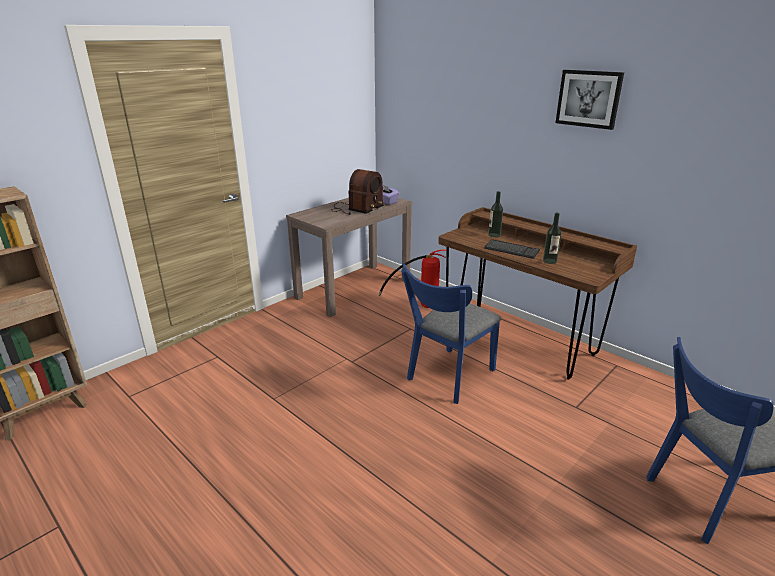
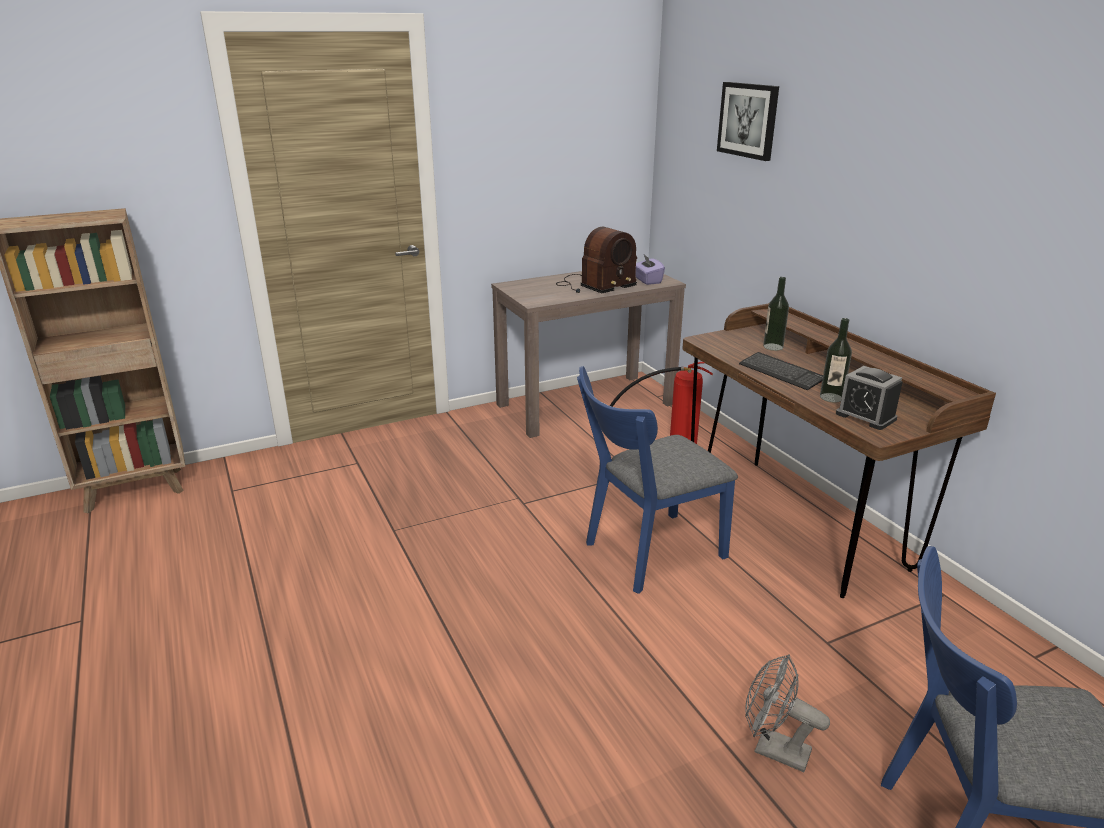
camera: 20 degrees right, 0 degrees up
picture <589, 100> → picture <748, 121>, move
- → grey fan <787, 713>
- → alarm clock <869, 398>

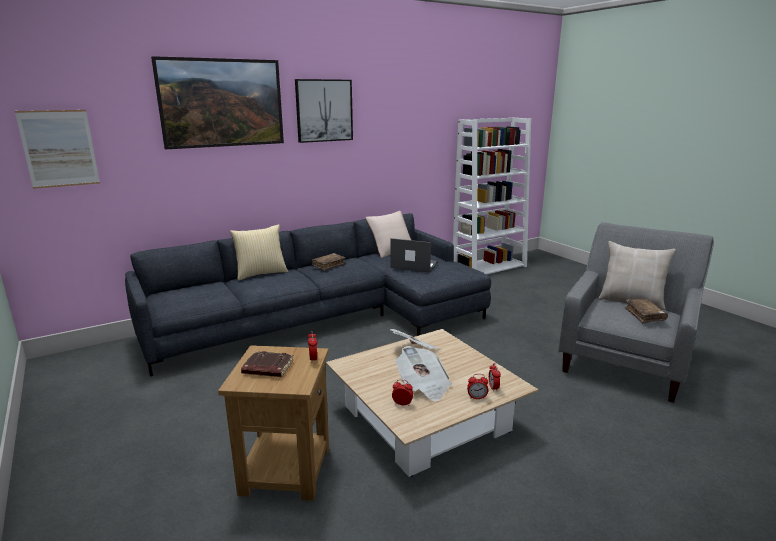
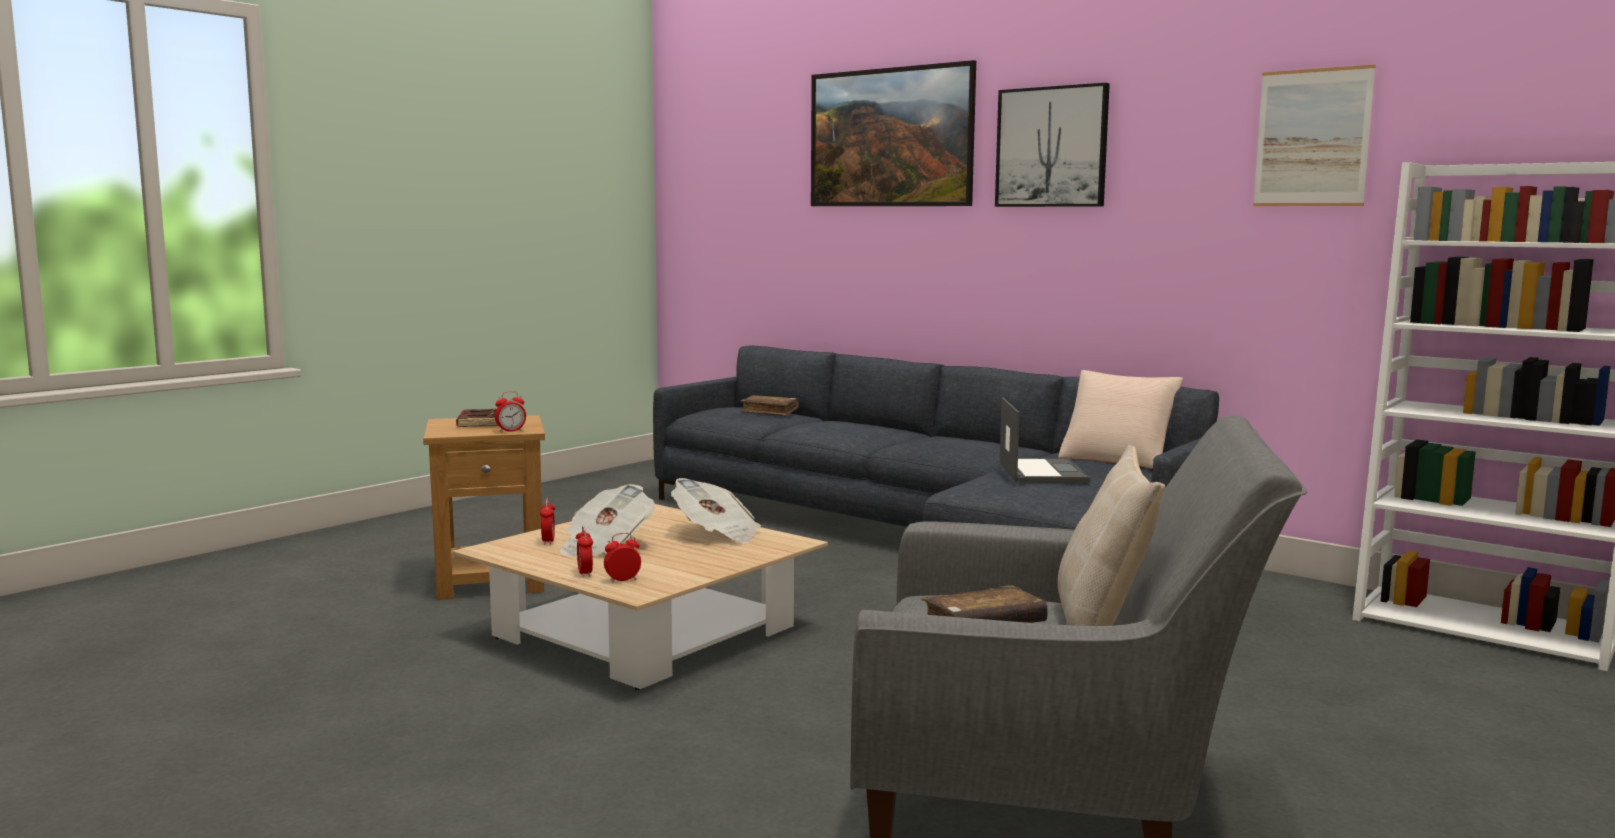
camera: 70 degrees right, 10 degrees down
brown book <328, 262> → brown book <770, 406>, move
picture <57, 149> → picture <1314, 135>, move
pillow <259, 252> → -

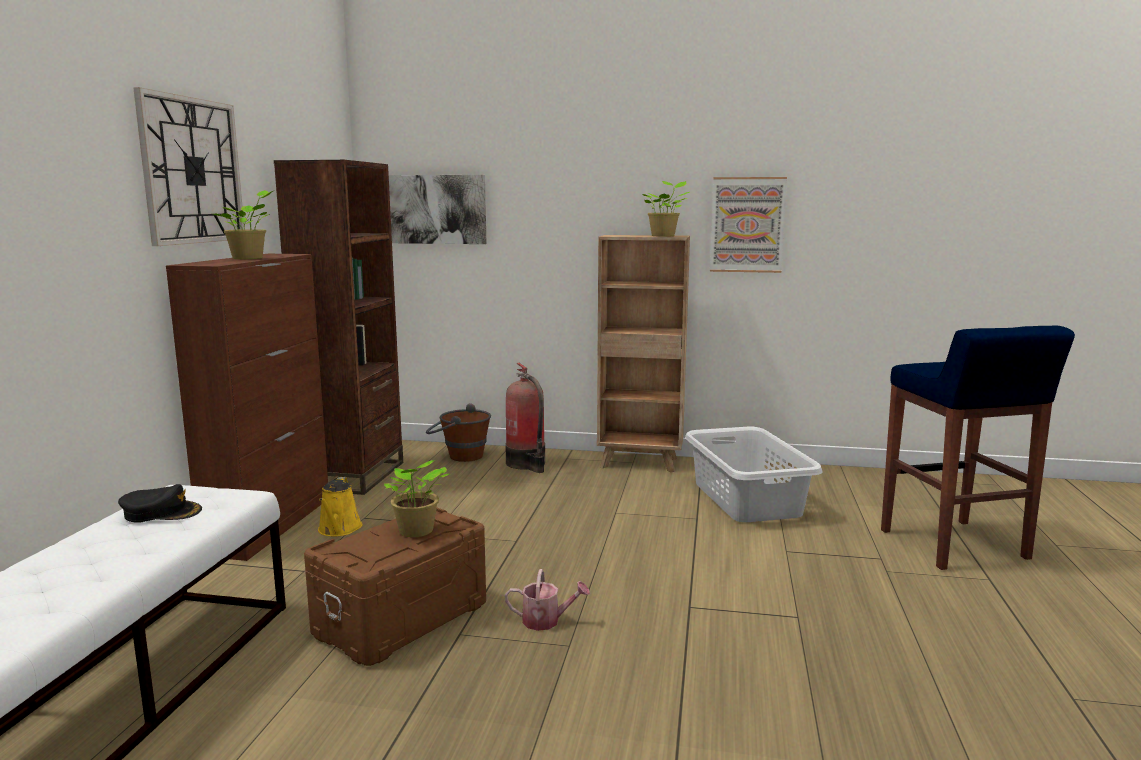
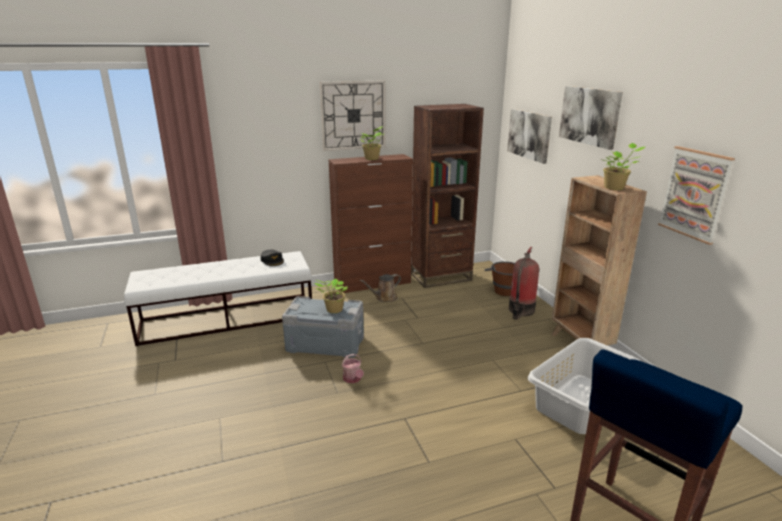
camera: 60 degrees right, 10 degrees up
brown storage box <395, 587> → grey storage box <323, 327>
yellow watering can <340, 506> → brown watering can <380, 288>
- → picture <591, 118>

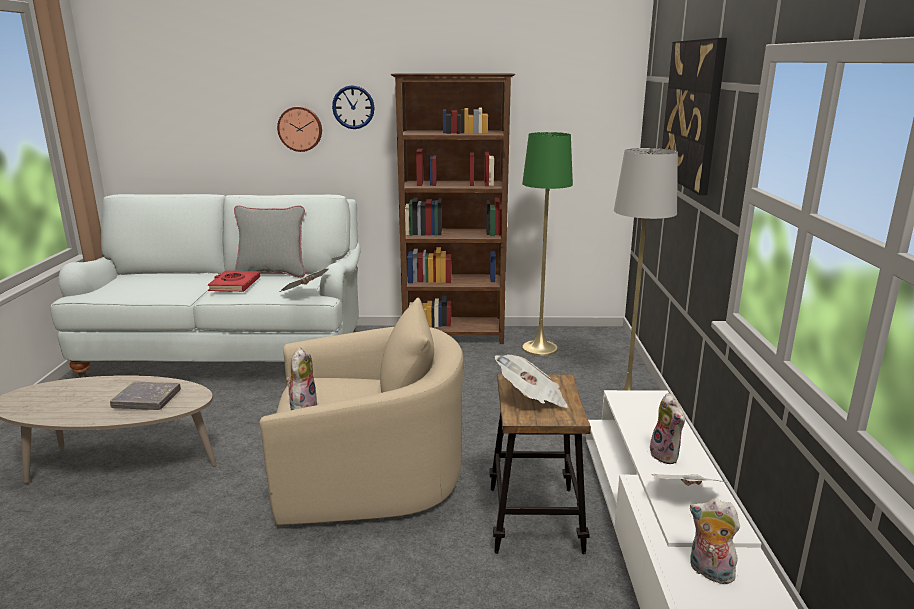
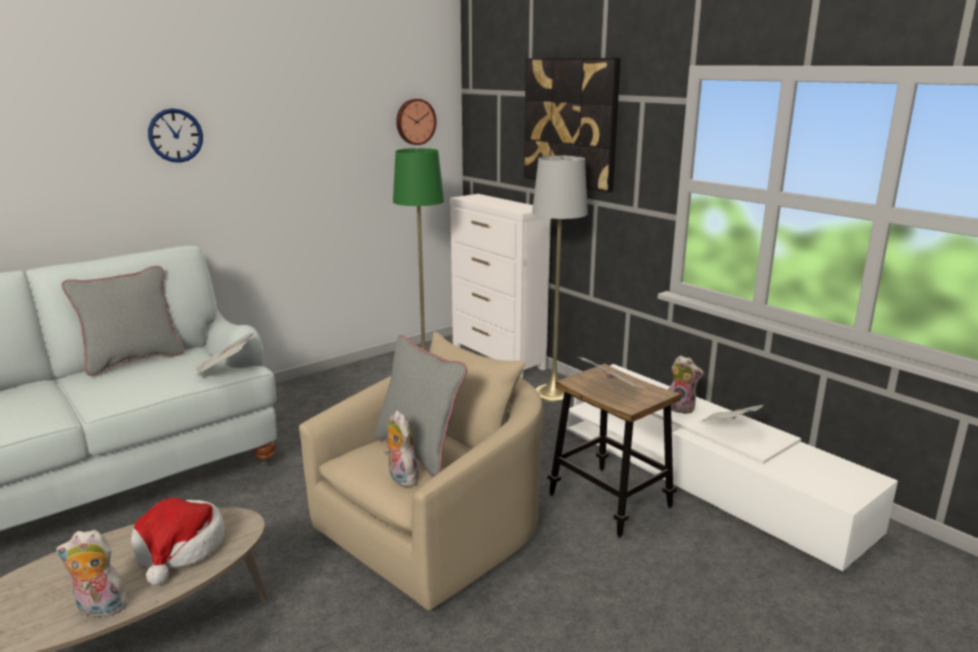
camera: 40 degrees left, 0 degrees up
plush toy <715, 541> → plush toy <95, 573>, move
grey book <145, 395> → hat <178, 542>
- → grey pillow <420, 406>
wall clock <299, 129> → wall clock <416, 122>, move
- → white dresser <500, 286>
red book <234, 281> → -
brown bookcase <453, 208> → -

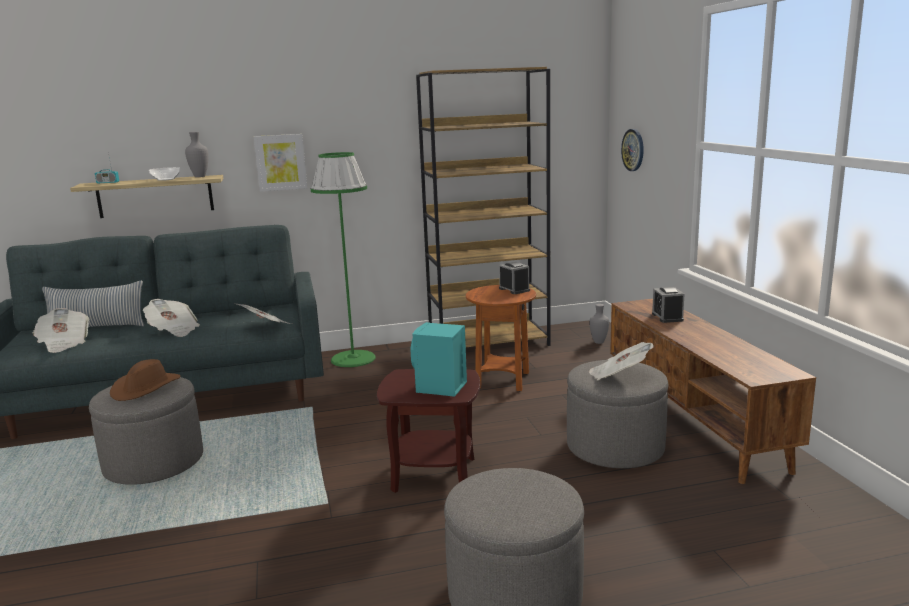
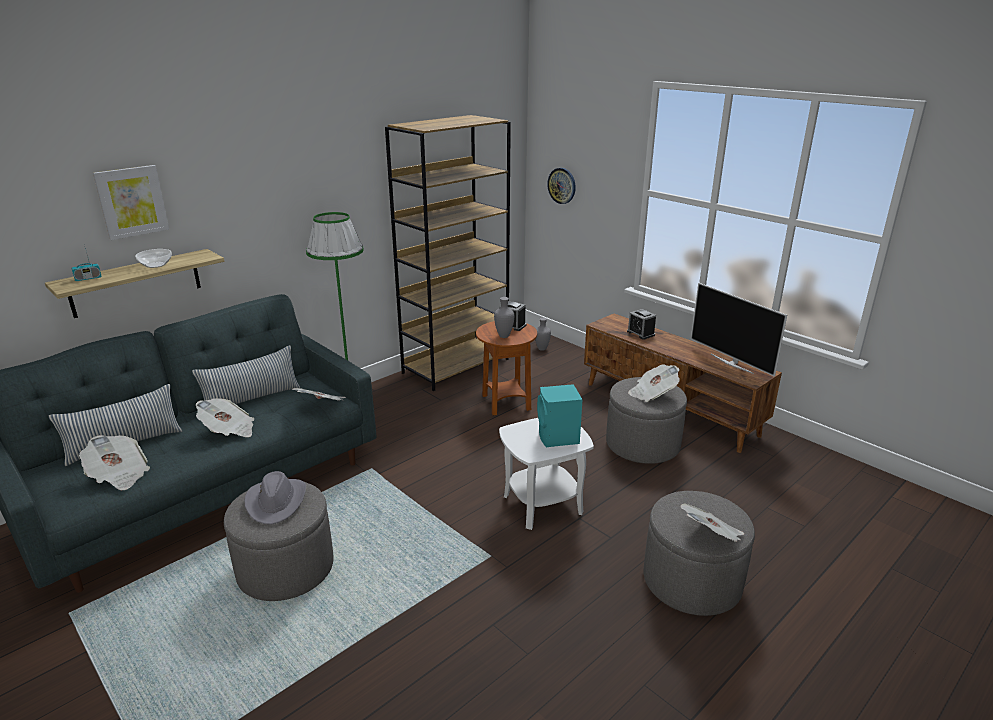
camera: 30 degrees left, 10 degrees up
picture <280, 163> → picture <131, 202>, move
- → pillow <246, 374>
brown hat <145, 380> → grey hat <275, 498>
grey vase <196, 154> → grey vase <504, 317>, move
brown side table <428, 431> → white side table <546, 474>
- → newspaper <712, 522>
- → television <739, 330>

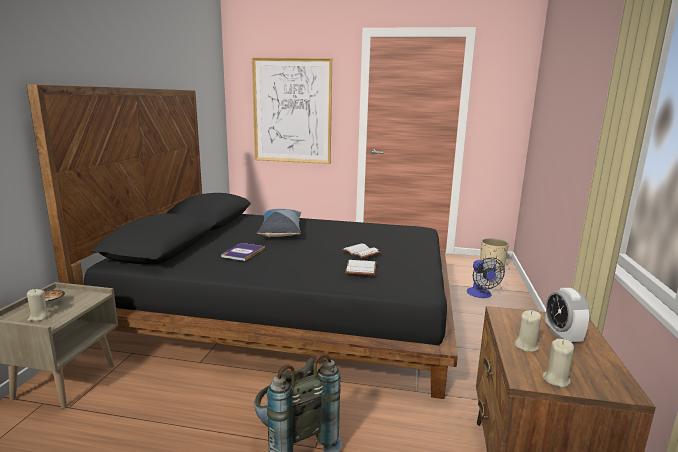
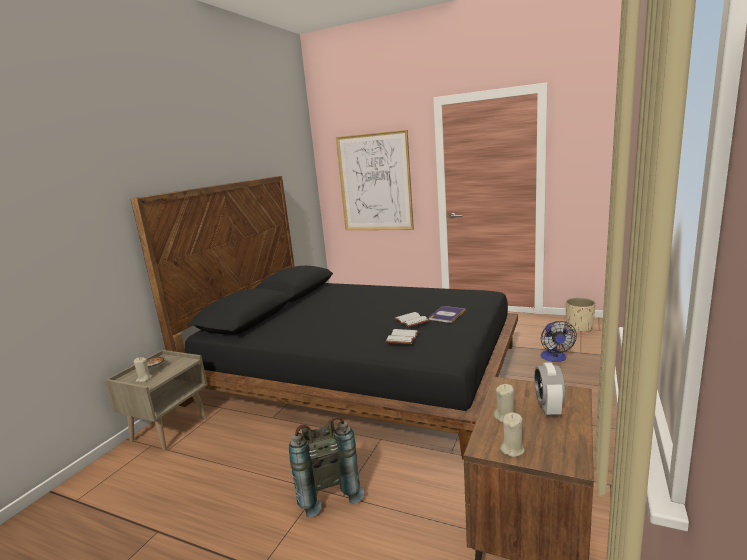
camera: 15 degrees right, 0 degrees up
book <243, 252> → book <447, 314>, move
pillow <279, 222> → -

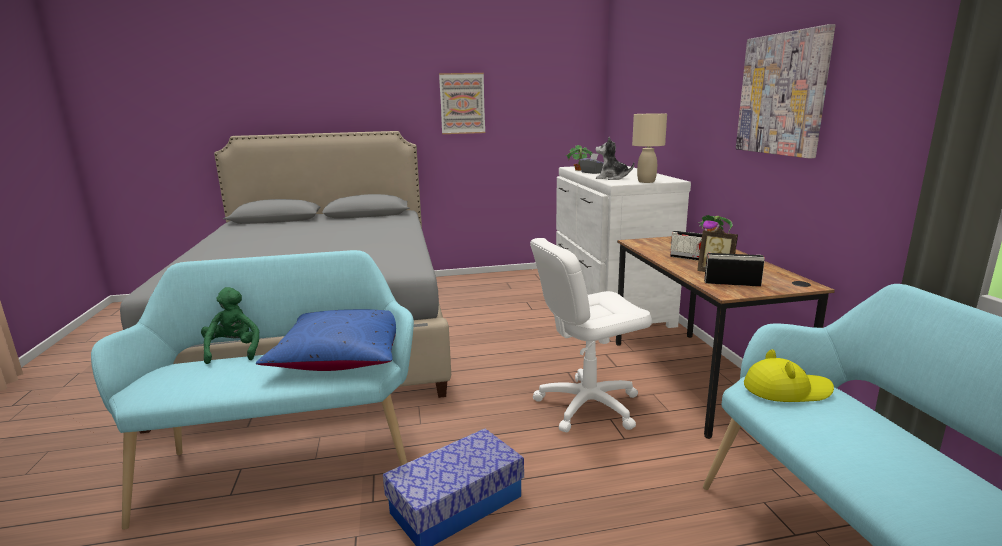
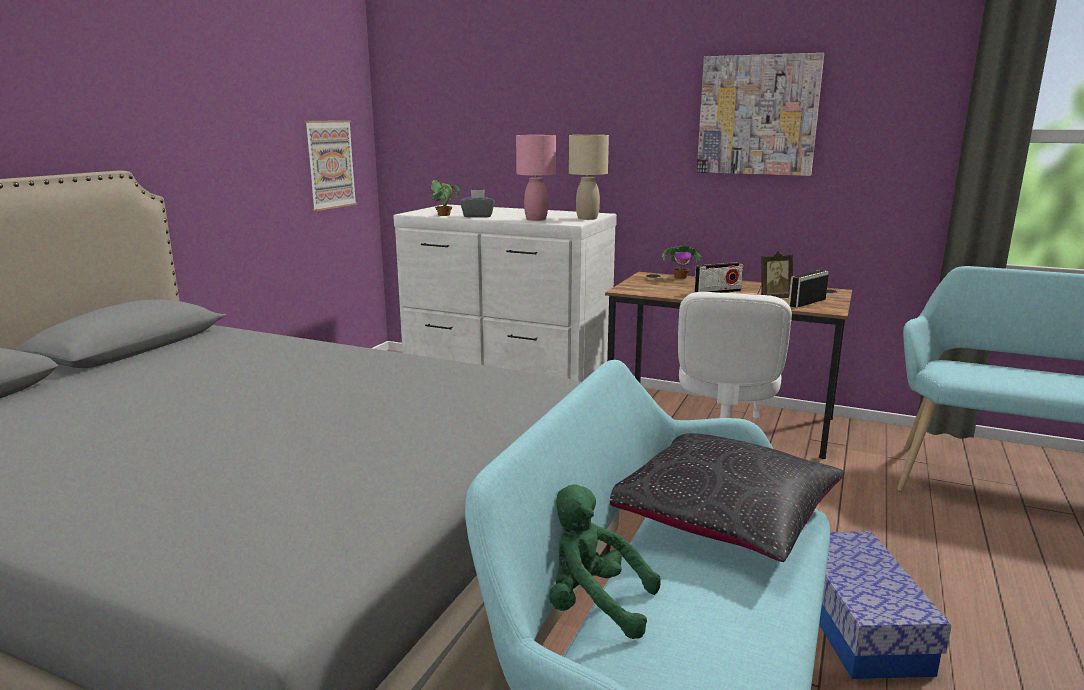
camera: 55 degrees left, 0 degrees up
picture <462, 103> → picture <330, 165>, move
plush toy <614, 158> → pink table lamp <536, 178>
blue pillow <326, 340> → black pillow <727, 497>
yellow hat <789, 375> → -

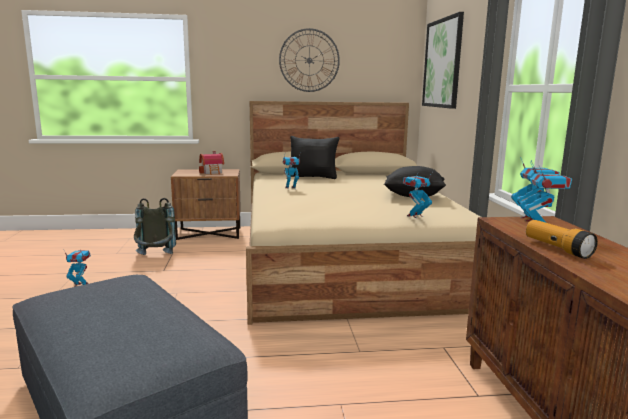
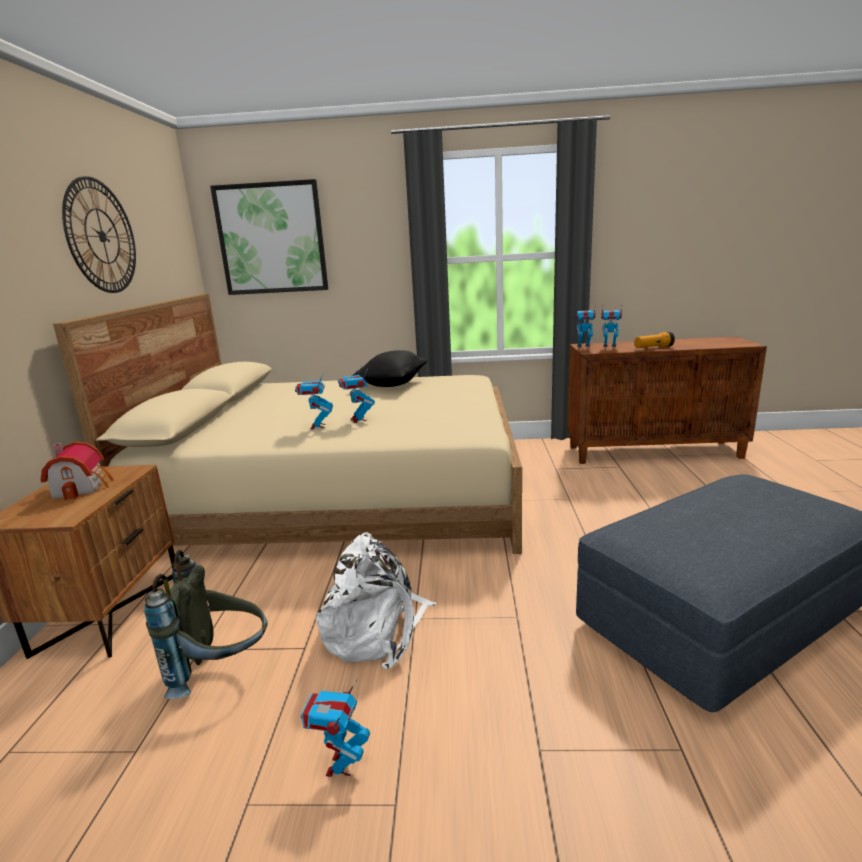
camera: 80 degrees left, 5 degrees up
- → white backpack <376, 601>
toy robot <418, 194> → toy robot <356, 394>, move
black pillow <314, 157> → -

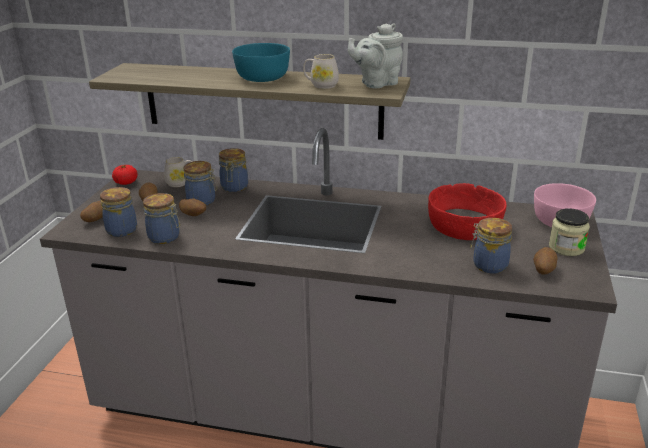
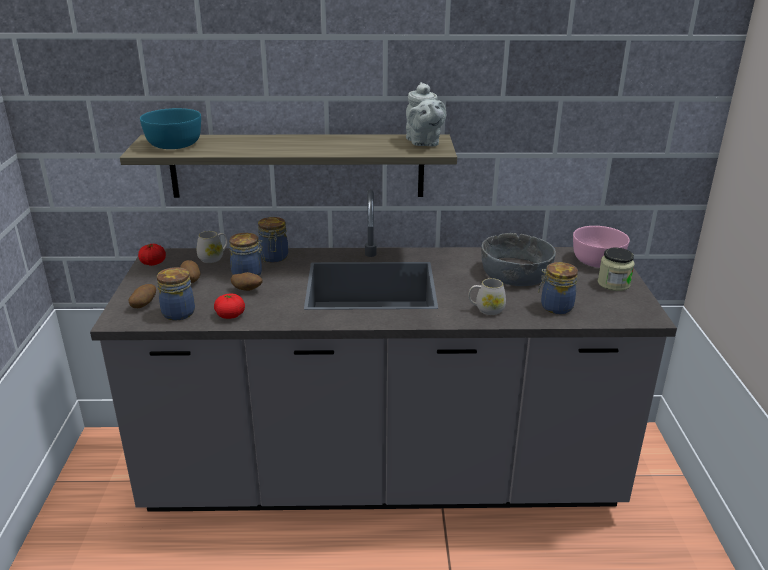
camera: 15 degrees left, 0 degrees up
turquoise bowl <261, 62> → turquoise bowl <170, 128>, move
jar <161, 218> → tomato <229, 306>
grey teapot <375, 56> → grey teapot <426, 114>, 60 degrees counterclockwise
white mug <321, 71> → white mug <487, 296>, move
red bowl <467, 211> → grey bowl <518, 259>
potato <545, 260> → -

